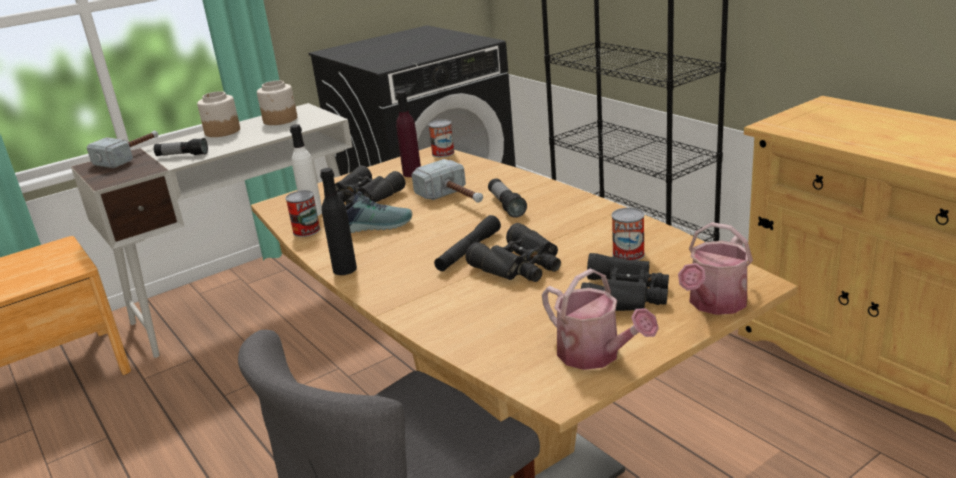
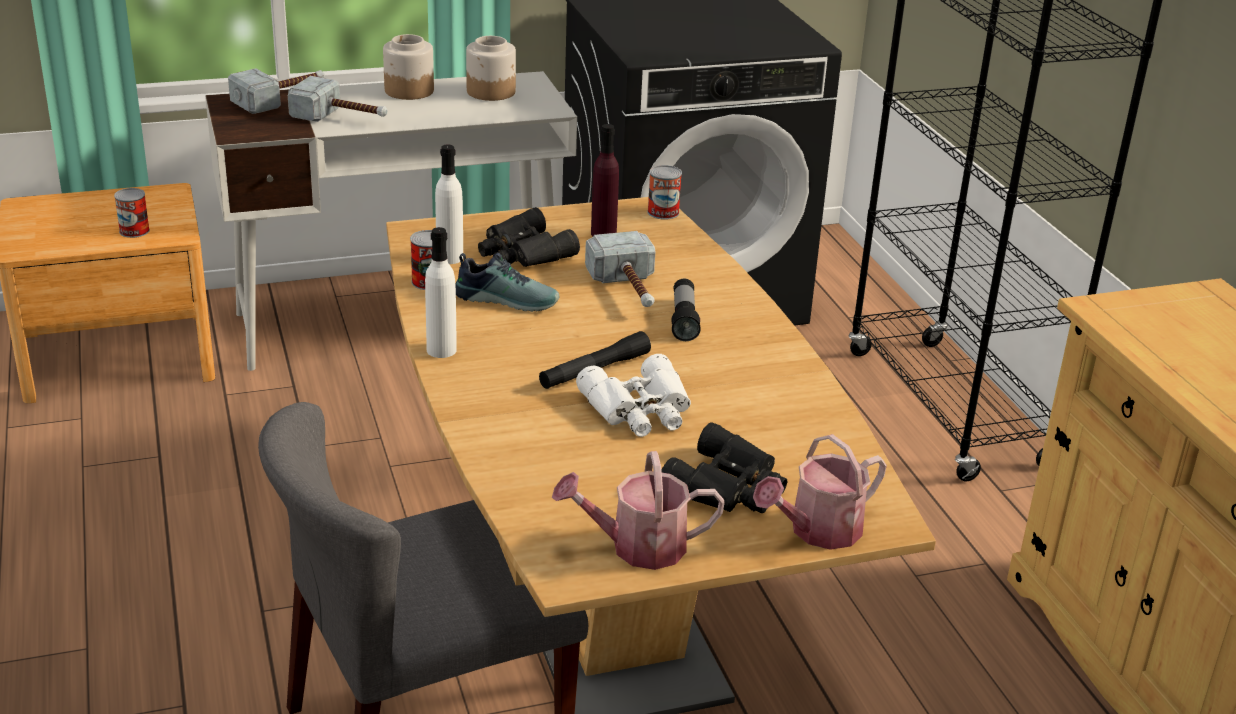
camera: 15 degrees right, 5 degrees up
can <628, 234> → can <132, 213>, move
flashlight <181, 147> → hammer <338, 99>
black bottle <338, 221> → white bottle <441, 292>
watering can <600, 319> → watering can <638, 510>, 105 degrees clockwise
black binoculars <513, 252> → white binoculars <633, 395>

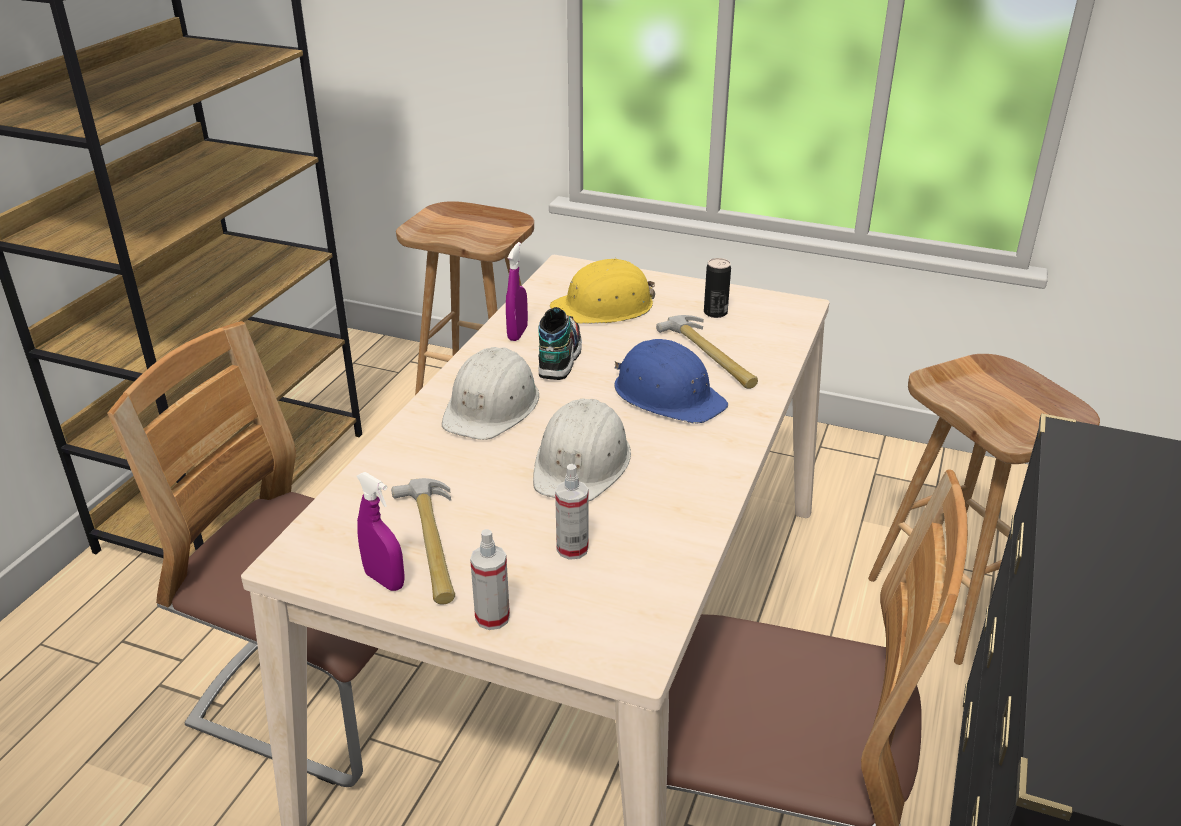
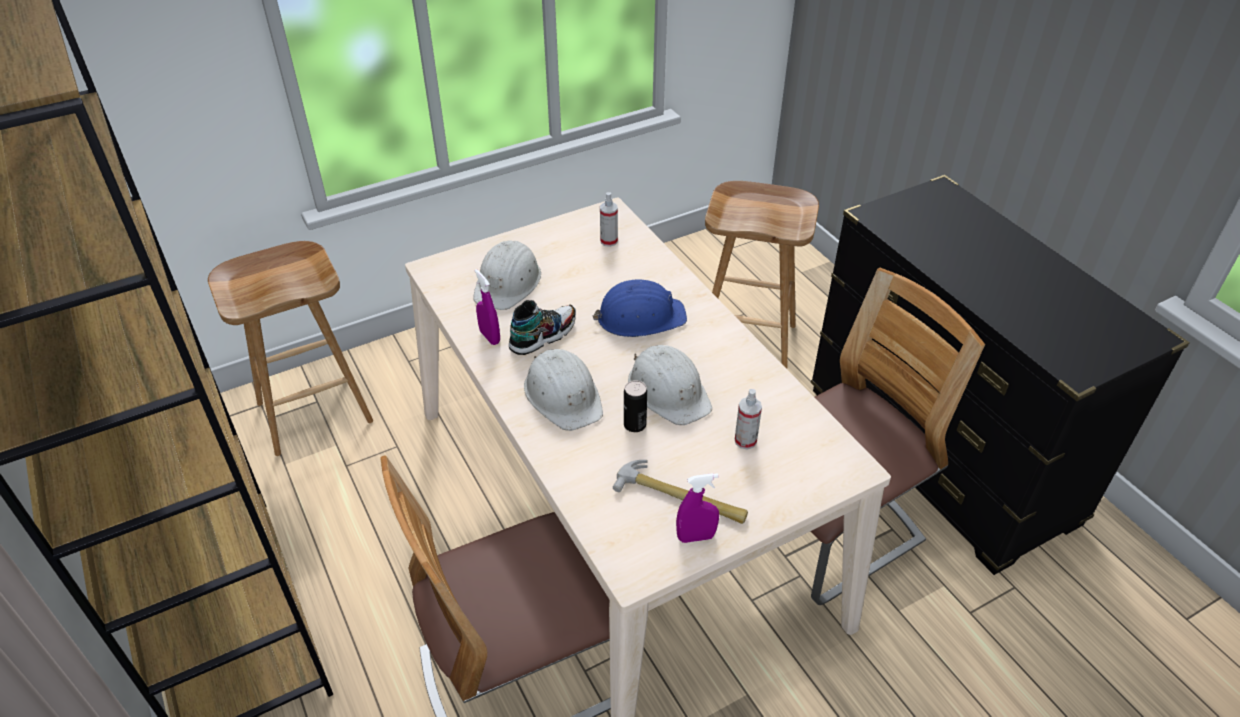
camera: 50 degrees left, 10 degrees up
yellow hard hat <602, 291> → white hard hat <507, 275>
shoe <560, 343> → shoe <542, 327>, 90 degrees clockwise
spray bottle <490, 579> → spray bottle <609, 219>, move
can <717, 288> → can <635, 406>, move
hammer <707, 352> → -

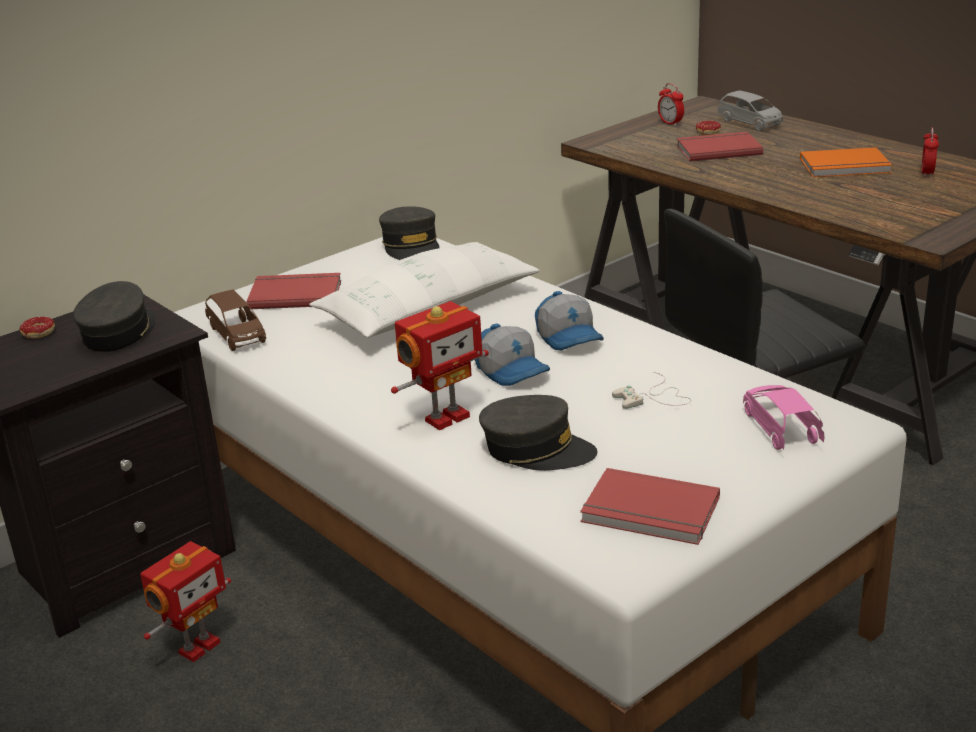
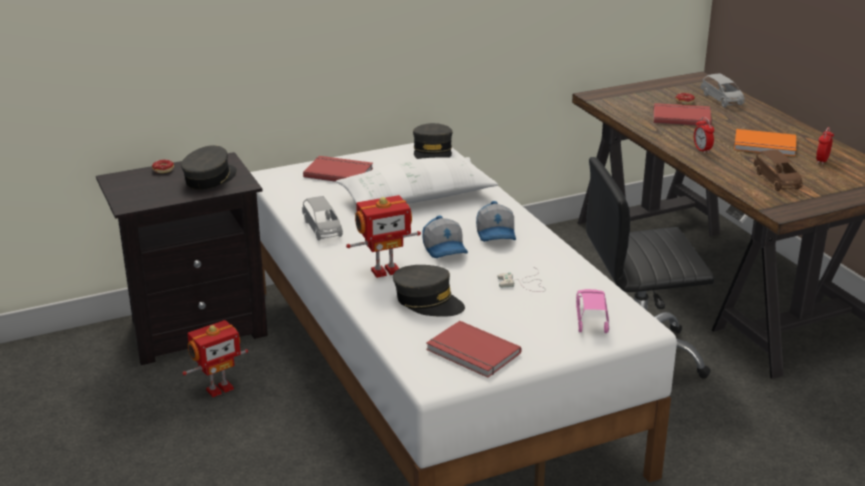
camera: 15 degrees right, 0 degrees up
- → grey toy car <322, 218>
alarm clock <671, 104> → alarm clock <704, 135>, move
brown toy car <235, 320> → brown toy car <778, 170>, move

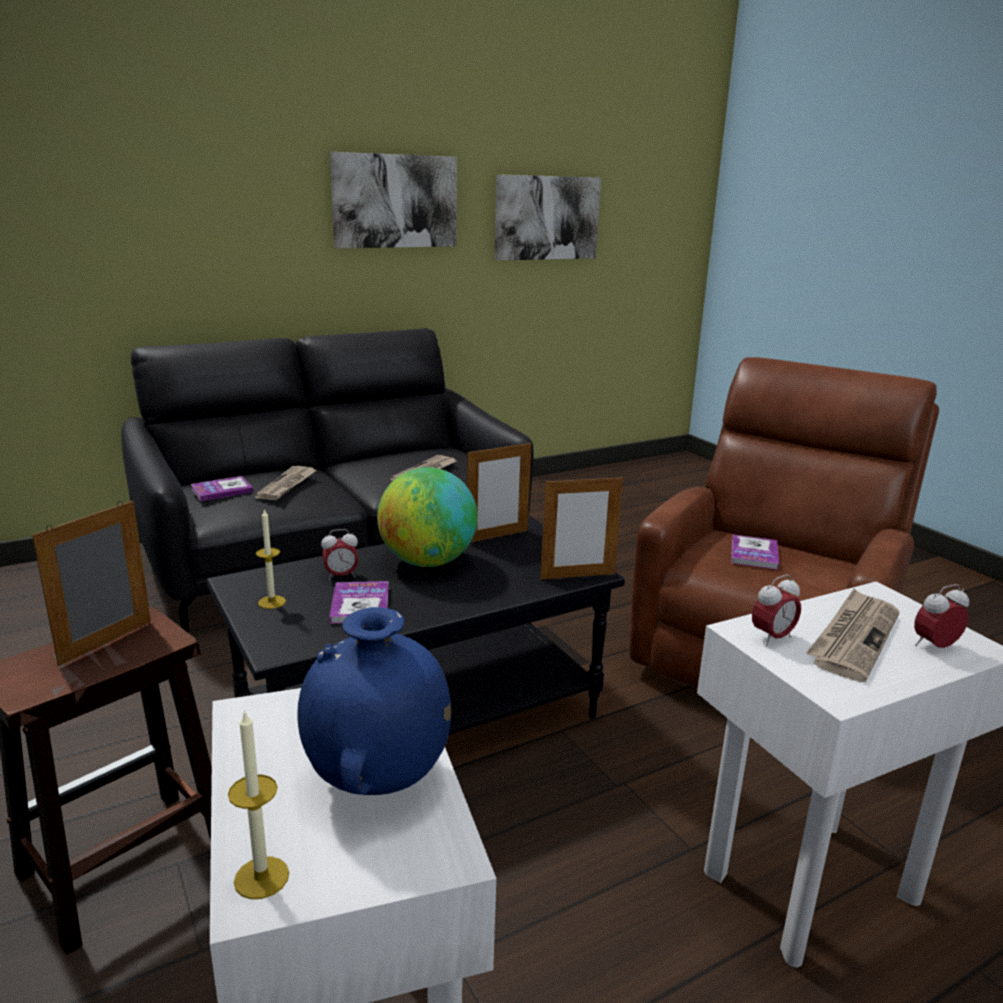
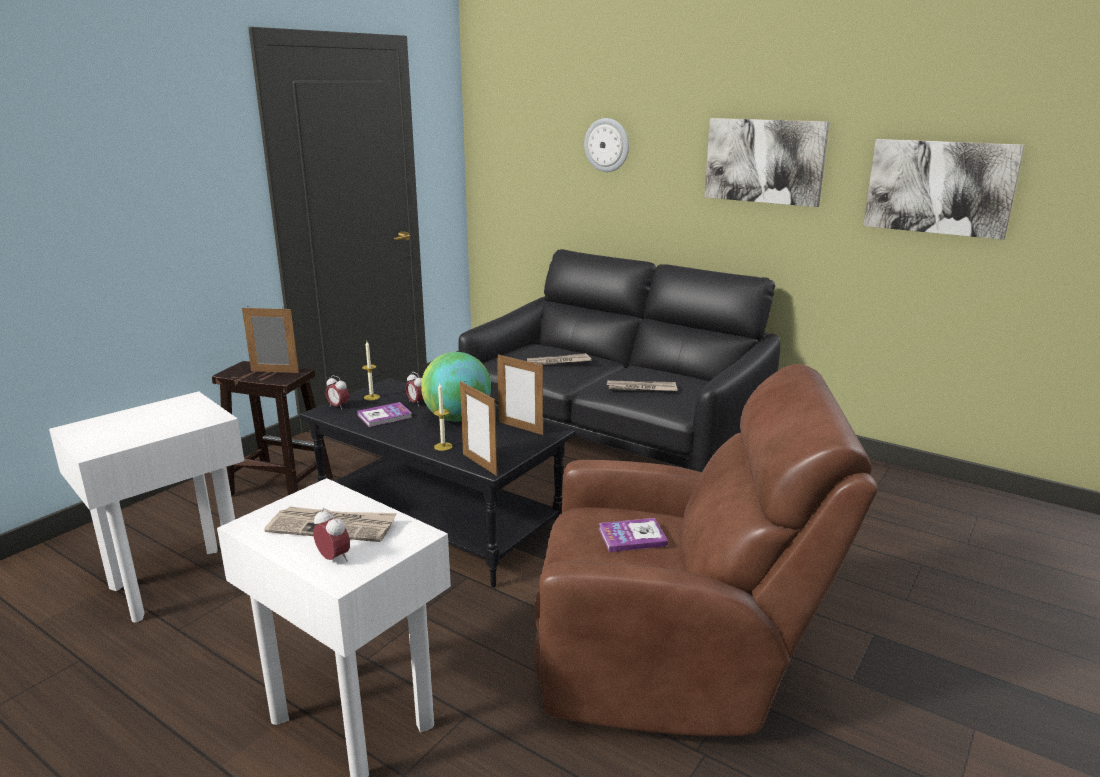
camera: 65 degrees right, 0 degrees up
alarm clock <776, 610> → alarm clock <337, 392>, move
candle <258, 804> → candle <443, 417>, move
- → wall clock <606, 145>
book <222, 488> → -
blue vase <374, 701> → -

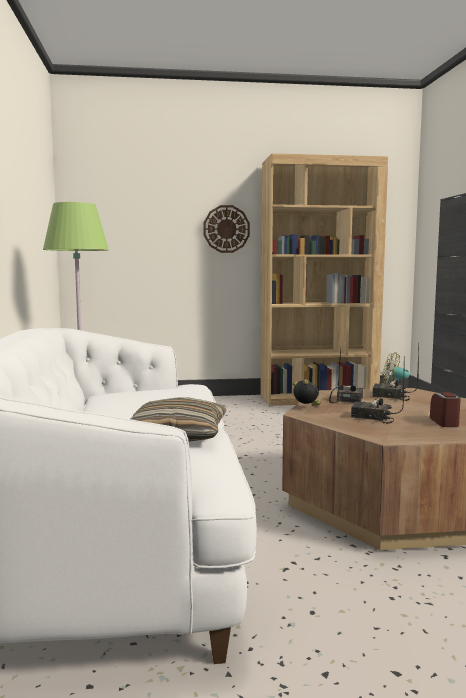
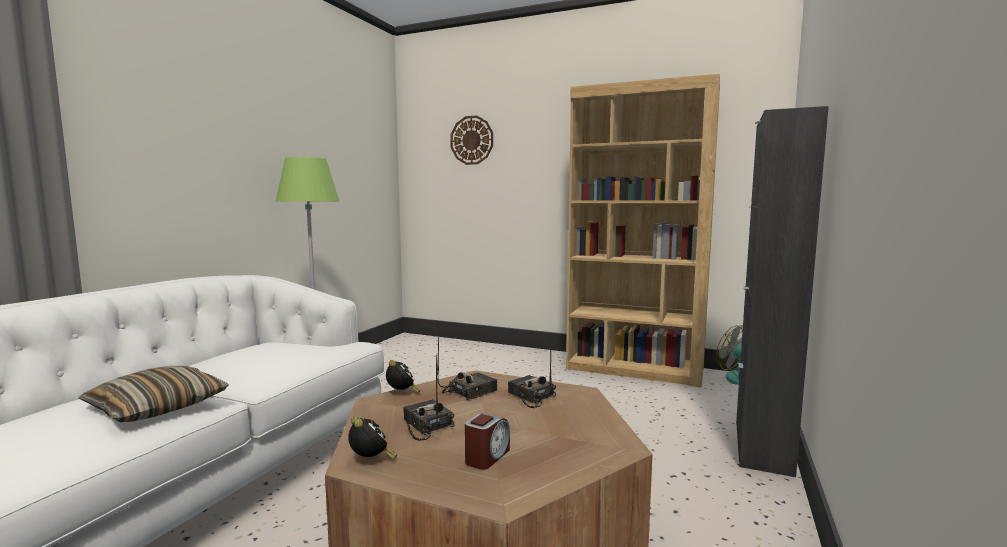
camera: 30 degrees right, 0 degrees up
- → alarm clock <372, 437>
wall clock <226, 229> → wall clock <471, 140>, move

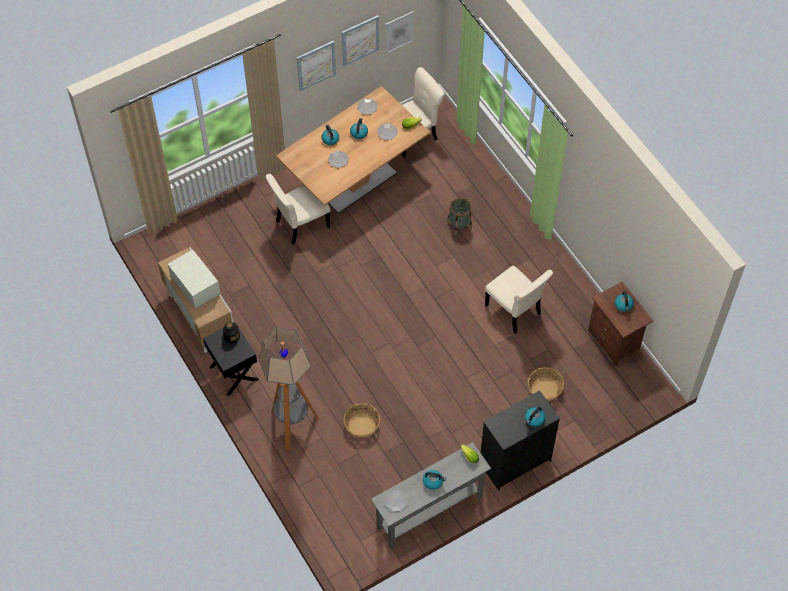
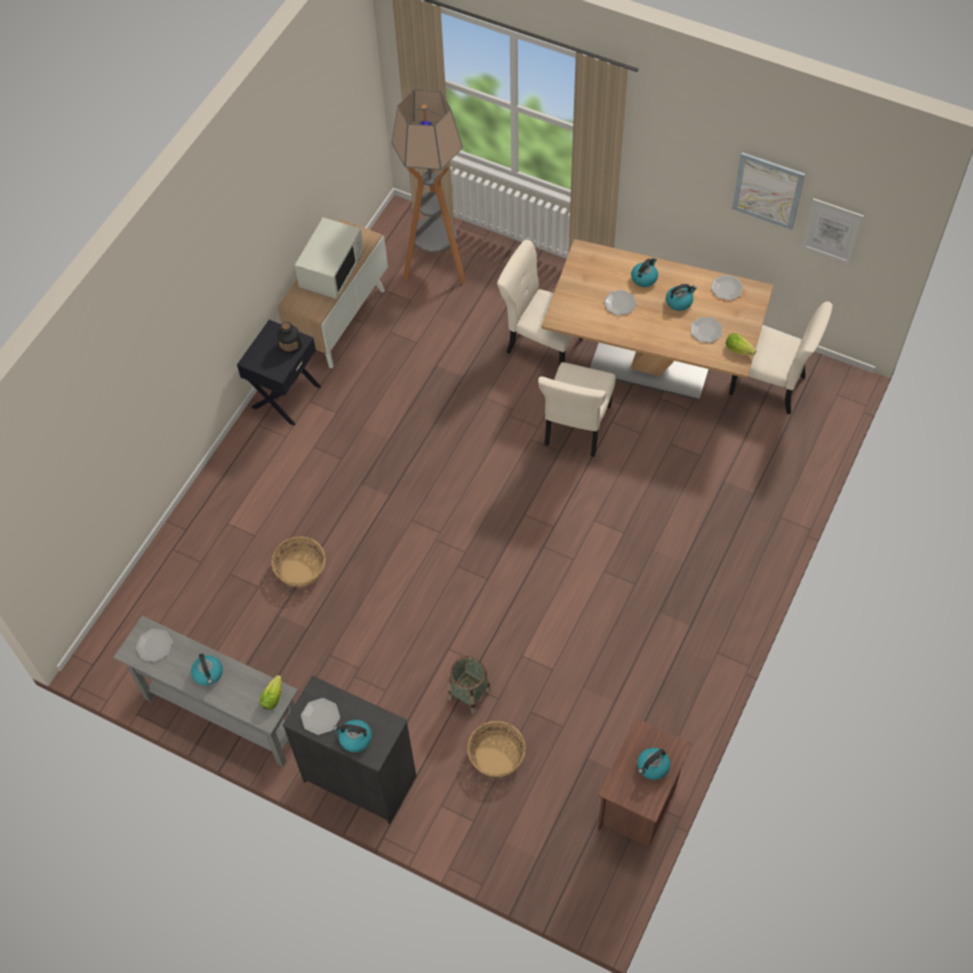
camera: 60 degrees right, 0 degrees up
- → plate <320, 716>
floor lamp <289, 388> → floor lamp <429, 187>, move
basket <459, 216> → basket <469, 685>, move
beige chair <519, 300> → beige chair <577, 409>, move
picture <316, 66> → -

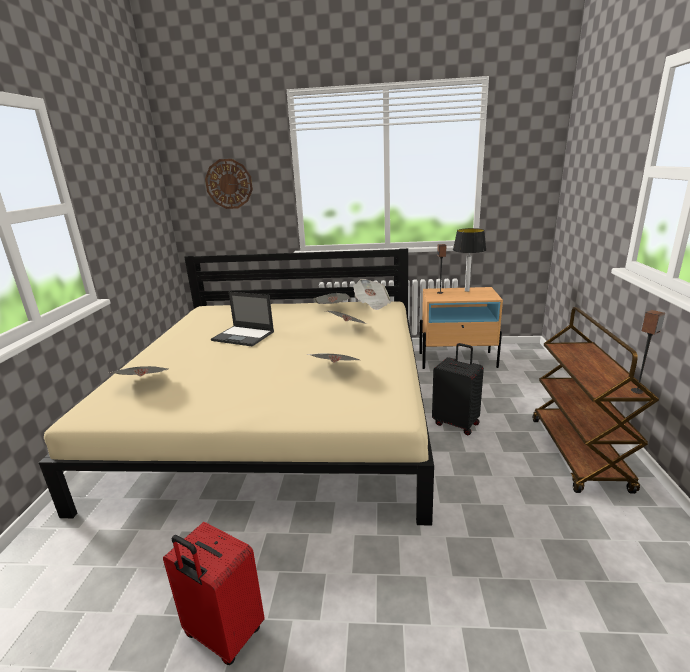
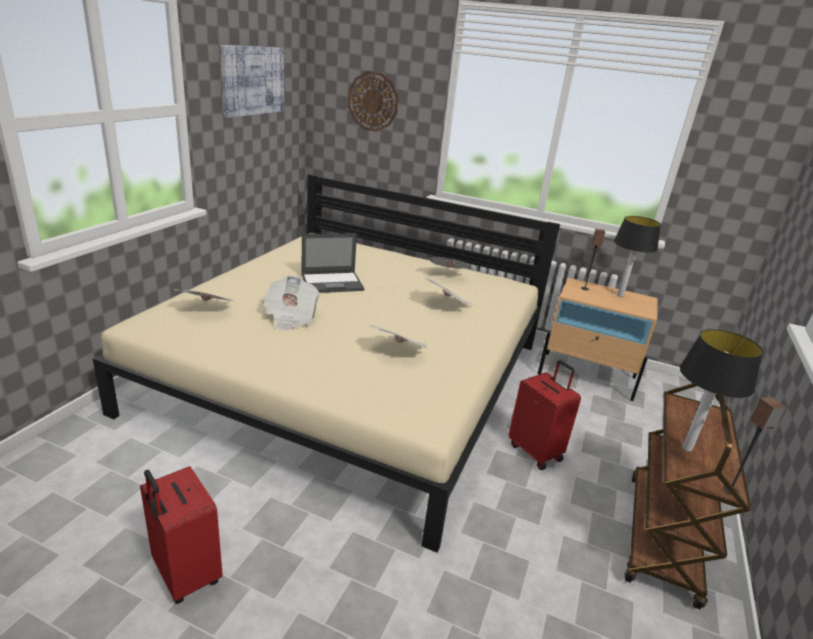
camera: 15 degrees right, 5 degrees up
- → picture <252, 81>
newspaper <372, 294> → newspaper <291, 303>, move
laptop <242, 319> → laptop <332, 263>, 60 degrees counterclockwise
black suitcase <458, 389> → red suitcase <545, 415>
- → table lamp <721, 390>

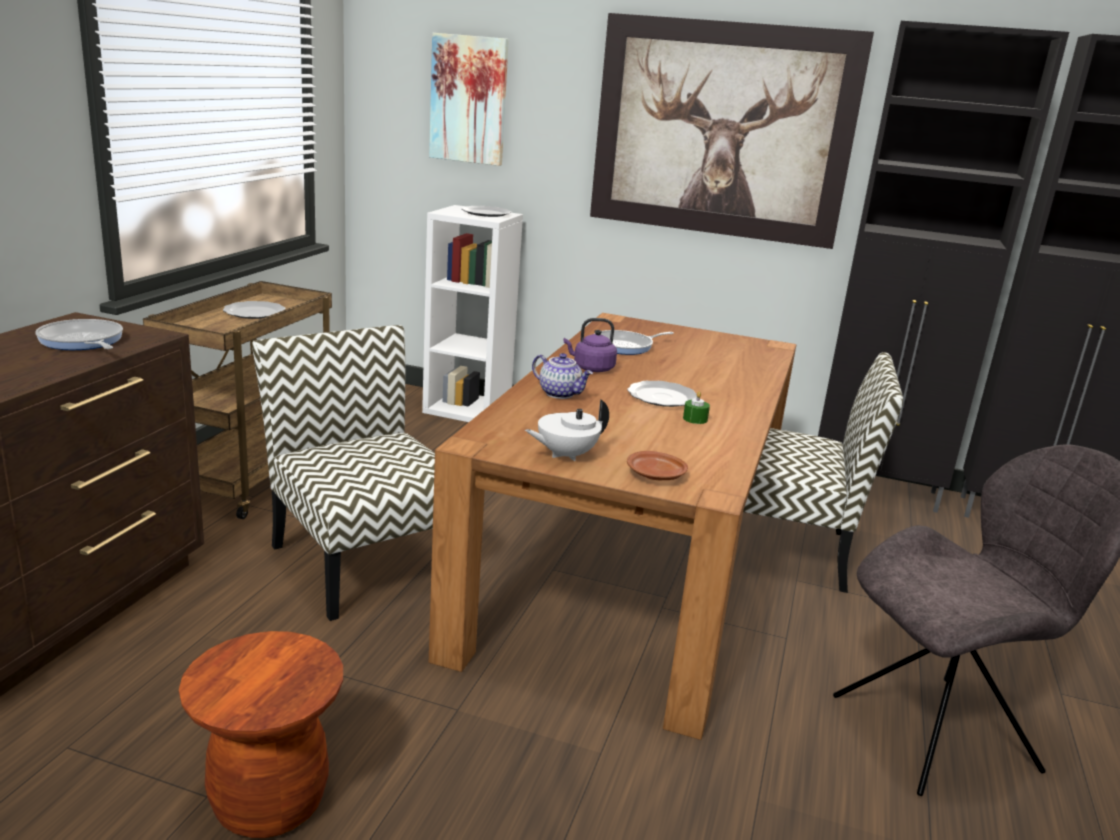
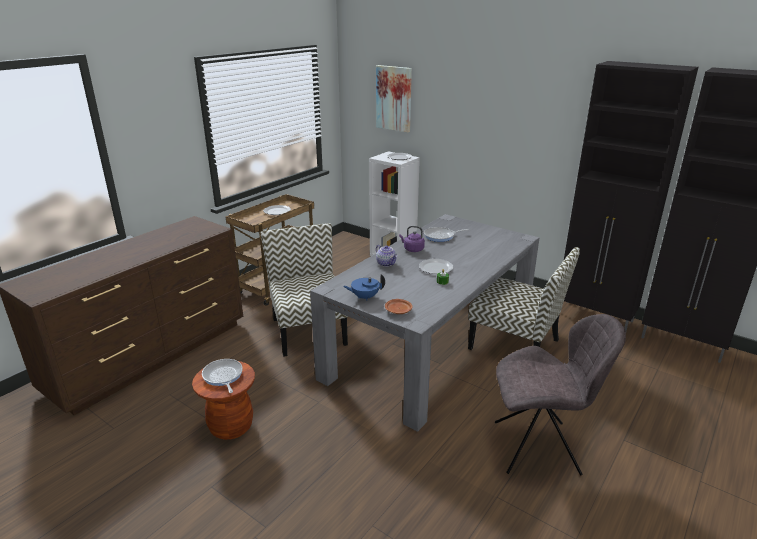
camera: 20 degrees right, 5 degrees up
frying pan <79, 334> → frying pan <222, 376>, move
brown dining table <612, 526> → grey dining table <425, 323>
white teapot <567, 430> → blue teapot <364, 287>
picture <732, 131> → -

